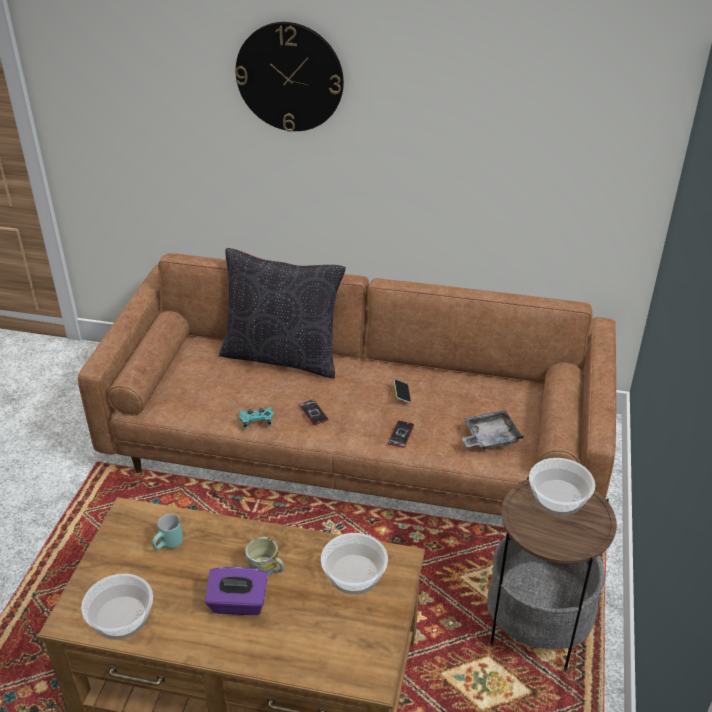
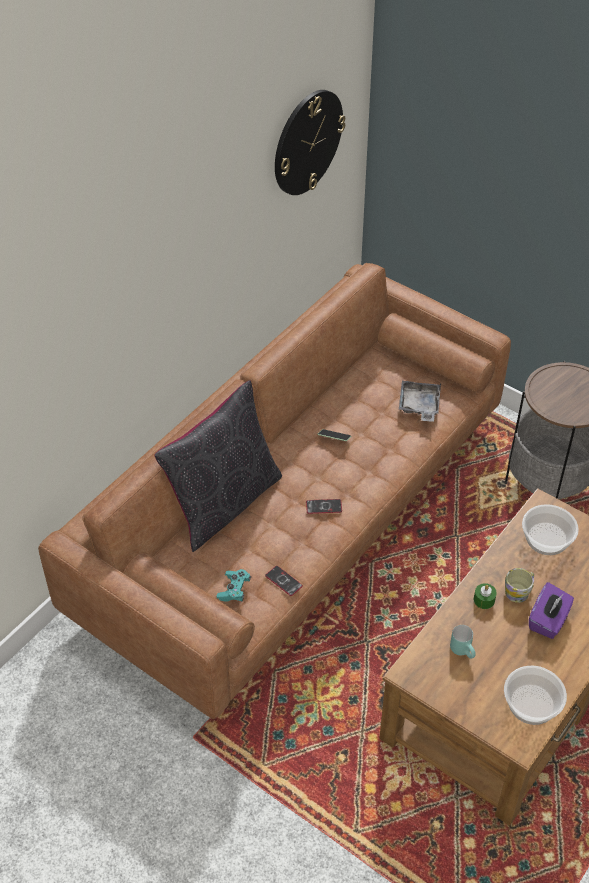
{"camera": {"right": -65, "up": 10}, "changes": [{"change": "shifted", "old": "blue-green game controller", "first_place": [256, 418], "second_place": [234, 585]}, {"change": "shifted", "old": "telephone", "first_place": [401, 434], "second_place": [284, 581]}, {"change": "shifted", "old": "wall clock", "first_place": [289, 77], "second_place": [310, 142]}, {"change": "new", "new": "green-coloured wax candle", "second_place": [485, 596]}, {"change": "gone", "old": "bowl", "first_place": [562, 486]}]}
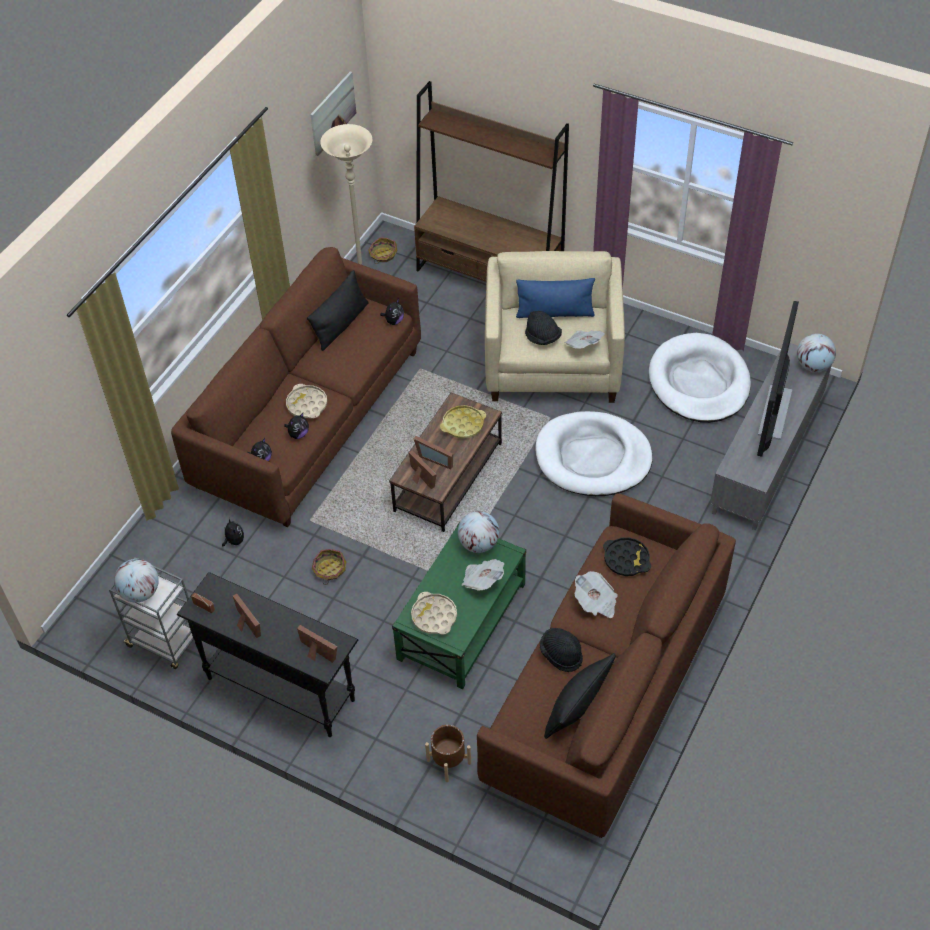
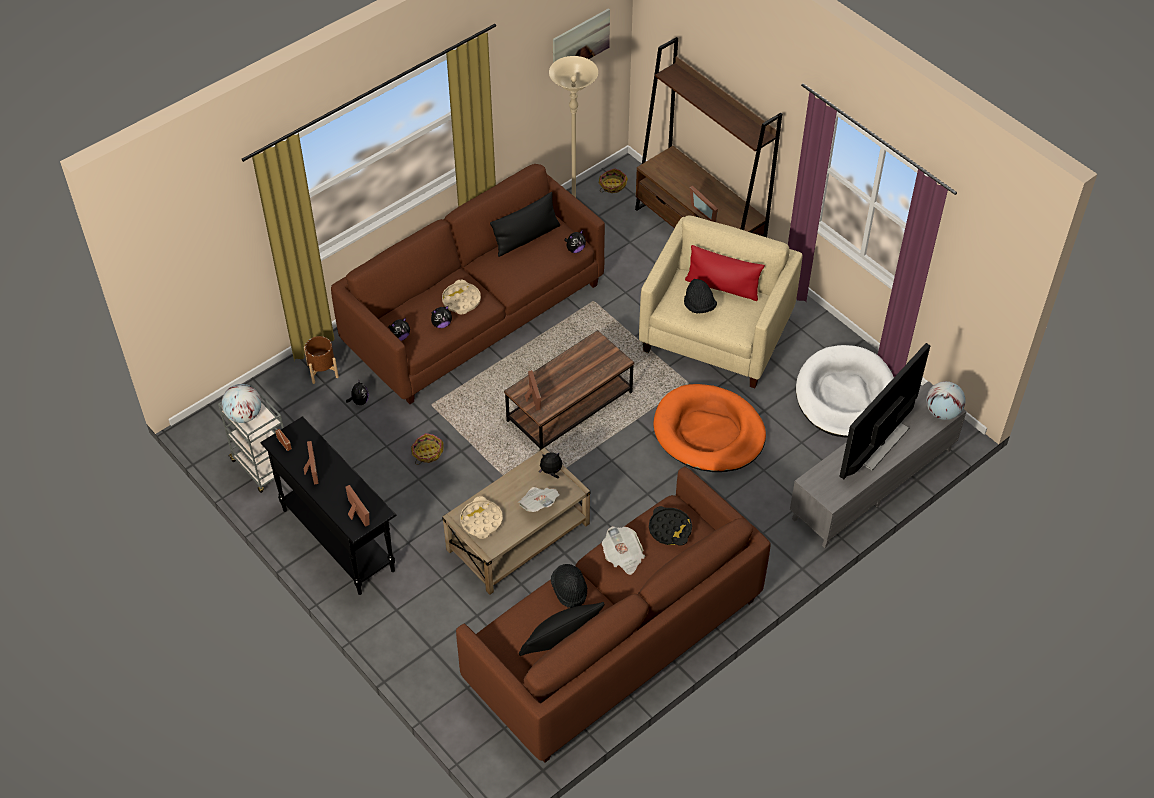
{"camera": {"right": 20, "up": 0}, "changes": [{"change": "shifted", "old": "brownish plant pot", "first_place": [448, 753], "second_place": [321, 360]}, {"change": "repainted", "old": "green-coloured coffee table", "new": "sand-coloured coffee table", "first_place": [459, 605], "second_place": [516, 521]}, {"change": "swapped", "old": "desk globe", "new": "cuddly toy", "first_place": [478, 532], "second_place": [550, 465]}, {"change": "repainted", "old": "whitish dog bed", "new": "orange dog bed", "first_place": [594, 453], "second_place": [709, 428]}, {"change": "repainted", "old": "blue-coloured throw pillow", "new": "reddish throw pillow", "first_place": [555, 298], "second_place": [725, 273]}, {"change": "shifted", "old": "standing frame", "first_place": [433, 453], "second_place": [704, 203]}, {"change": "gone", "old": "yellow carrying tray", "first_place": [463, 422]}, {"change": "gone", "old": "daily paper", "first_place": [584, 339]}]}
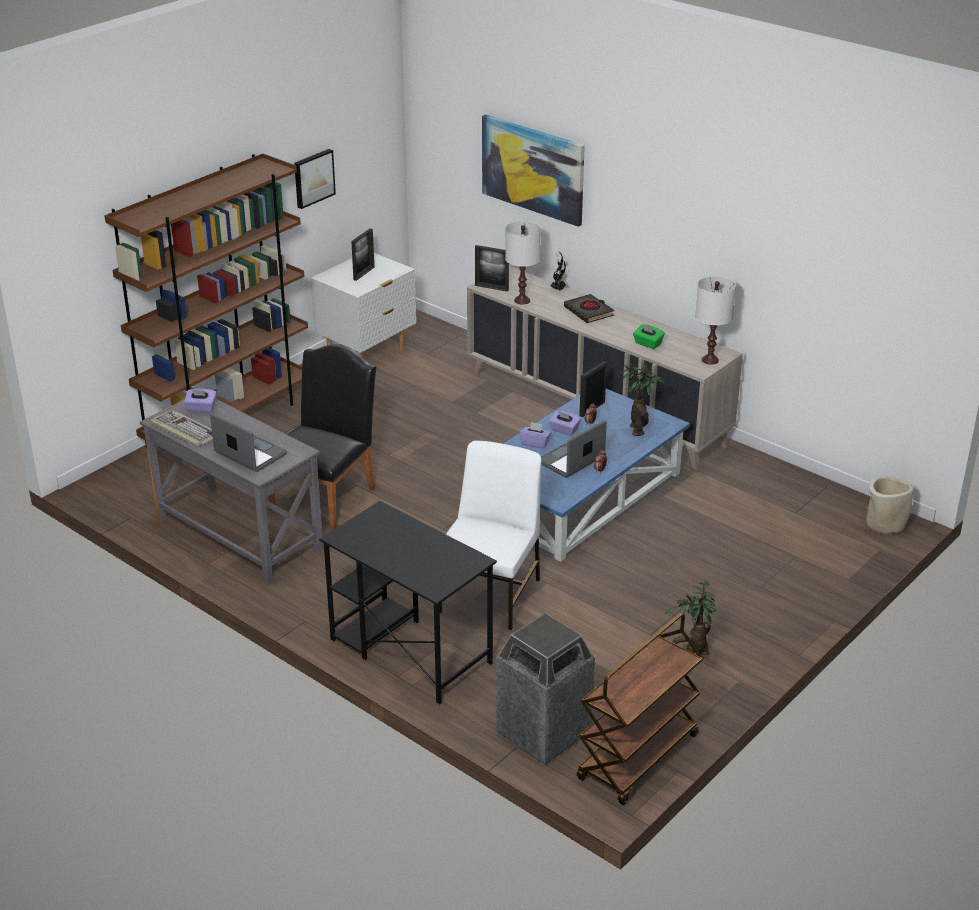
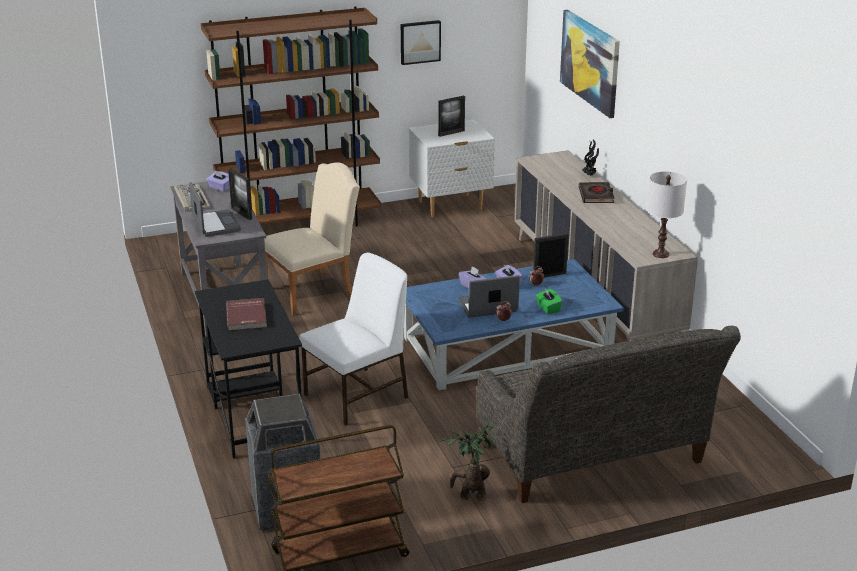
{"camera": {"right": 30, "up": -5}, "changes": [{"change": "new", "new": "reddish book", "second_place": [246, 314]}, {"change": "shifted", "old": "standing frame", "first_place": [492, 268], "second_place": [240, 194]}, {"change": "repainted", "old": "blackish upright chair", "new": "sand-coloured upright chair", "first_place": [322, 437], "second_place": [312, 239]}, {"change": "new", "new": "grey sofa", "second_place": [609, 414]}, {"change": "shifted", "old": "green-coloured box of tissues", "first_place": [649, 336], "second_place": [549, 301]}, {"change": "gone", "old": "whitish tabletop lamp", "first_place": [523, 262]}, {"change": "gone", "old": "houseplant", "first_place": [641, 399]}, {"change": "gone", "old": "sand-coloured plant pot", "first_place": [890, 505]}]}
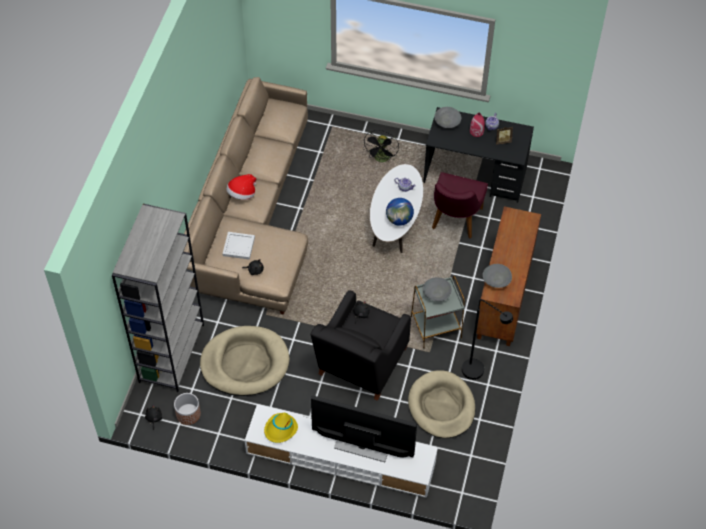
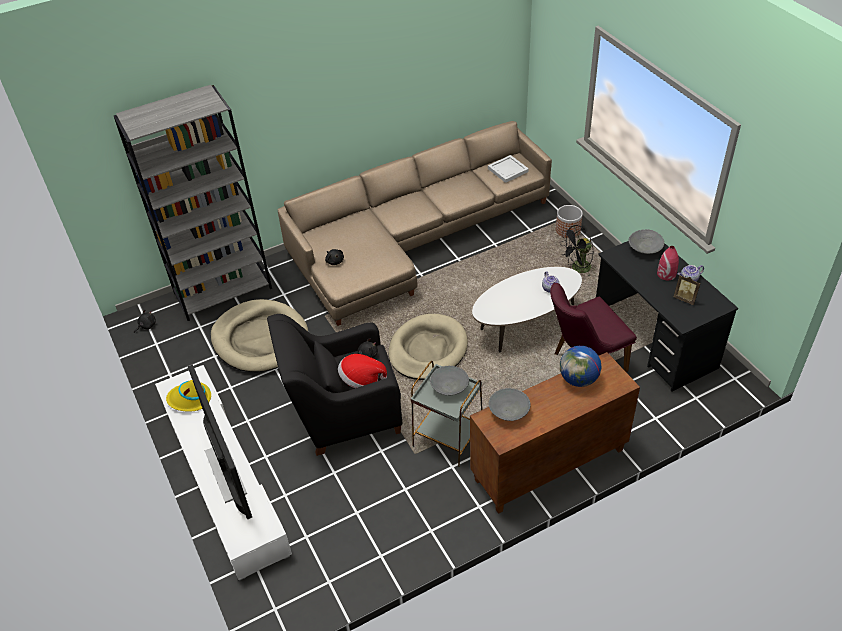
{"camera": {"right": 50, "up": -10}, "changes": [{"change": "shifted", "old": "wearable hat", "first_place": [241, 187], "second_place": [362, 371]}, {"change": "shifted", "old": "sand-coloured dog bed", "first_place": [441, 404], "second_place": [428, 347]}, {"change": "shifted", "old": "whitish carrying tray", "first_place": [238, 246], "second_place": [508, 169]}, {"change": "shifted", "old": "plant pot", "first_place": [187, 409], "second_place": [569, 221]}, {"change": "shifted", "old": "desk globe", "first_place": [400, 212], "second_place": [580, 366]}, {"change": "gone", "old": "blackish standard lamp", "first_place": [487, 339]}]}
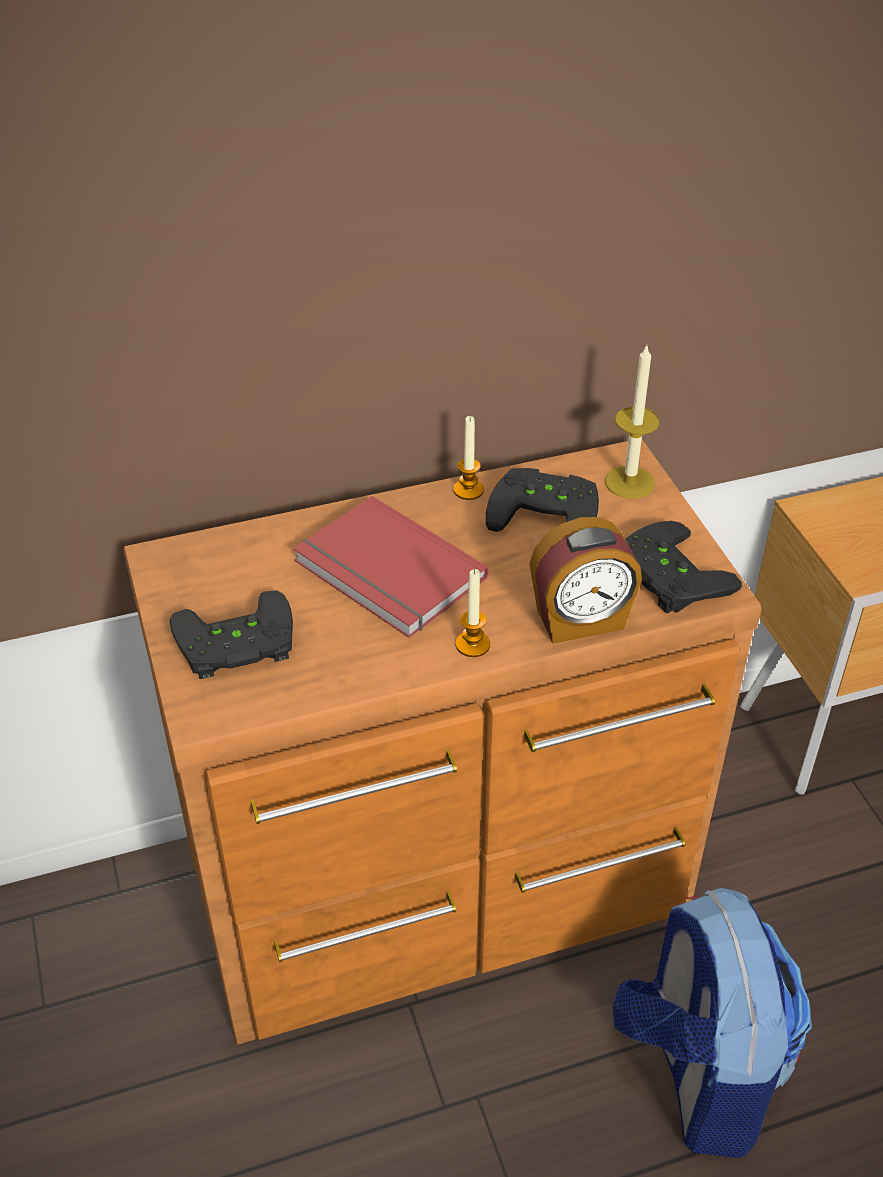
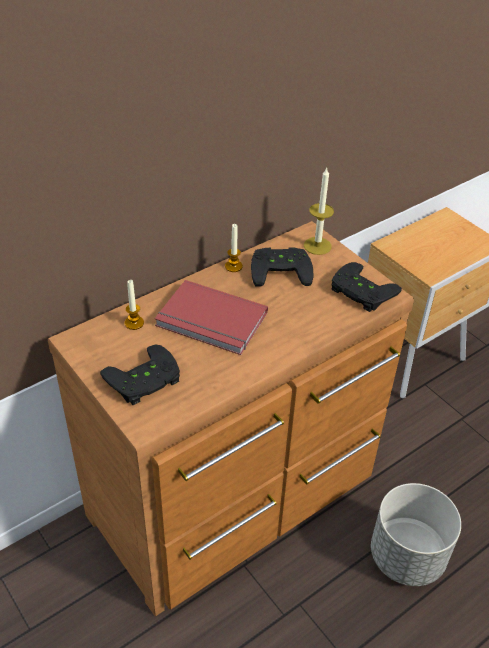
{"camera": {"right": -20, "up": 0}, "changes": [{"change": "shifted", "old": "wax candle", "first_place": [473, 613], "second_place": [134, 305]}, {"change": "swapped", "old": "rucksack", "new": "grey plant pot", "first_place": [712, 1023], "second_place": [416, 534]}, {"change": "gone", "old": "table clock", "first_place": [585, 580]}]}
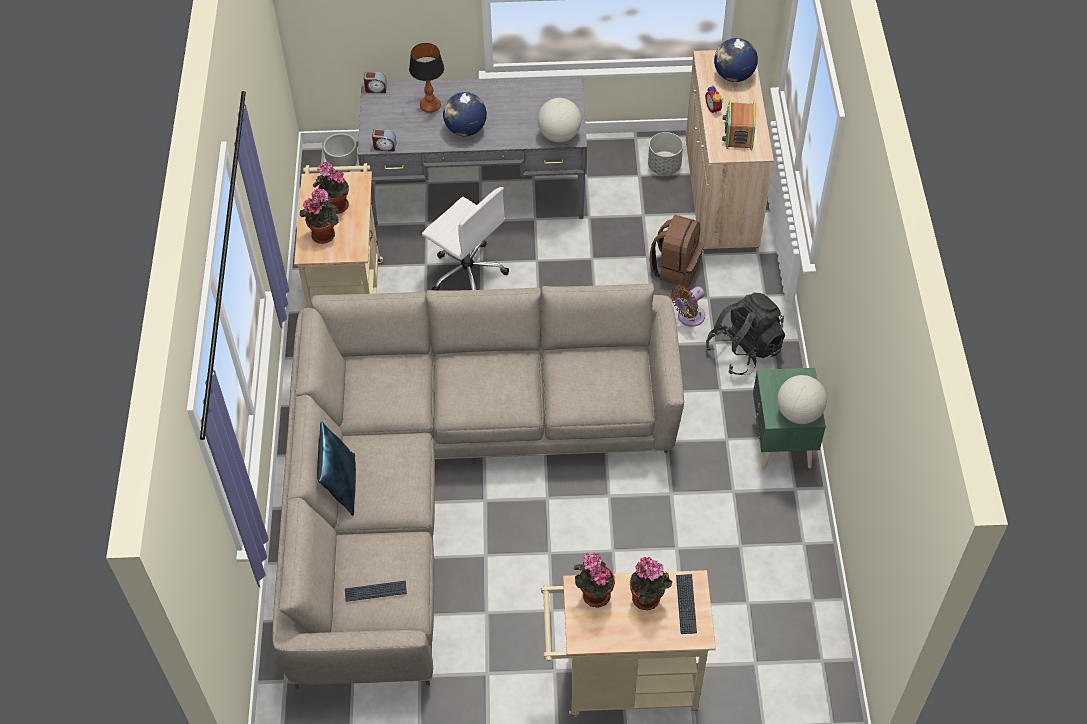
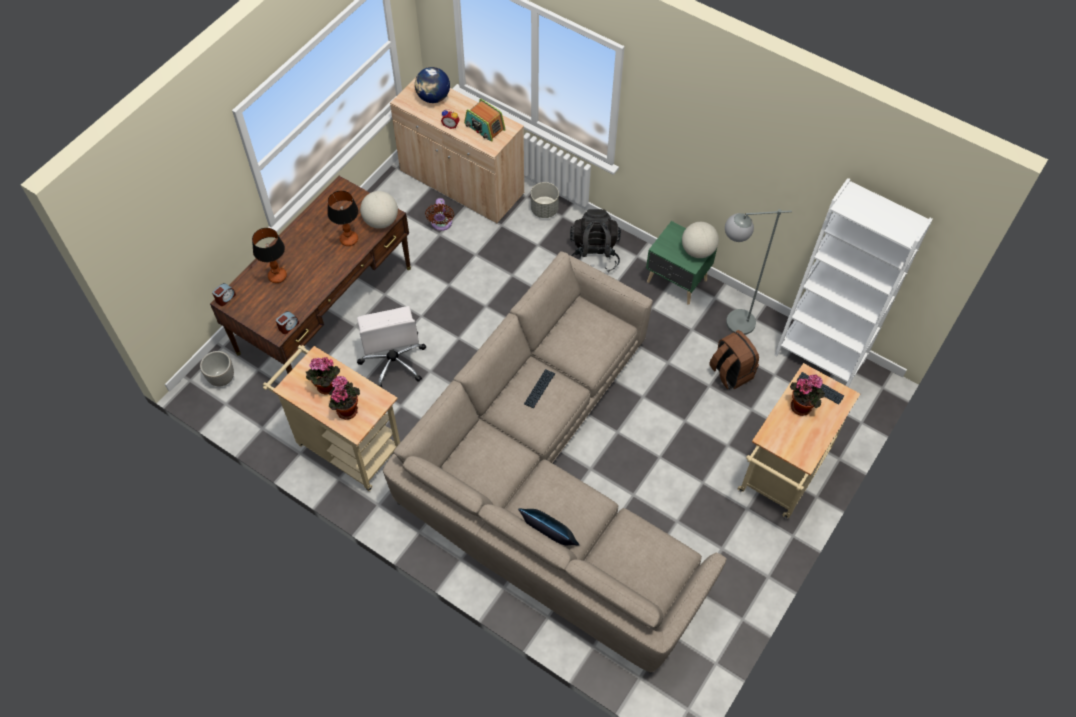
{"camera": {"right": -55, "up": 5}, "changes": [{"change": "repainted", "old": "grey desk unit", "new": "brownish desk unit", "first_place": [472, 151], "second_place": [310, 275]}, {"change": "new", "new": "tabletop lamp", "second_place": [343, 218]}, {"change": "rotated", "old": "whitish office chair", "first_place": [465, 239], "second_place": [391, 347], "degrees": 90}, {"change": "shifted", "old": "brownish cooling fan", "first_place": [687, 306], "second_place": [439, 214]}, {"change": "shifted", "old": "keyboard", "first_place": [376, 591], "second_place": [539, 388]}, {"change": "shifted", "old": "grey plant pot", "first_place": [665, 153], "second_place": [545, 200]}, {"change": "shifted", "old": "brownish rucksack", "first_place": [677, 251], "second_place": [734, 359]}, {"change": "new", "new": "grey standard lamp", "second_place": [758, 272]}, {"change": "new", "new": "whitish bookshelf", "second_place": [854, 282]}, {"change": "gone", "old": "desk globe", "first_place": [465, 114]}, {"change": "gone", "old": "houseplant", "first_place": [594, 580]}]}
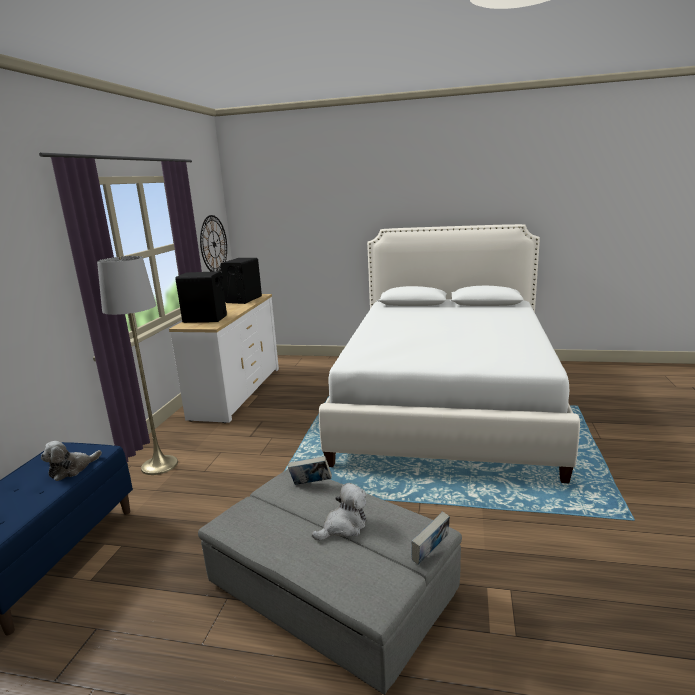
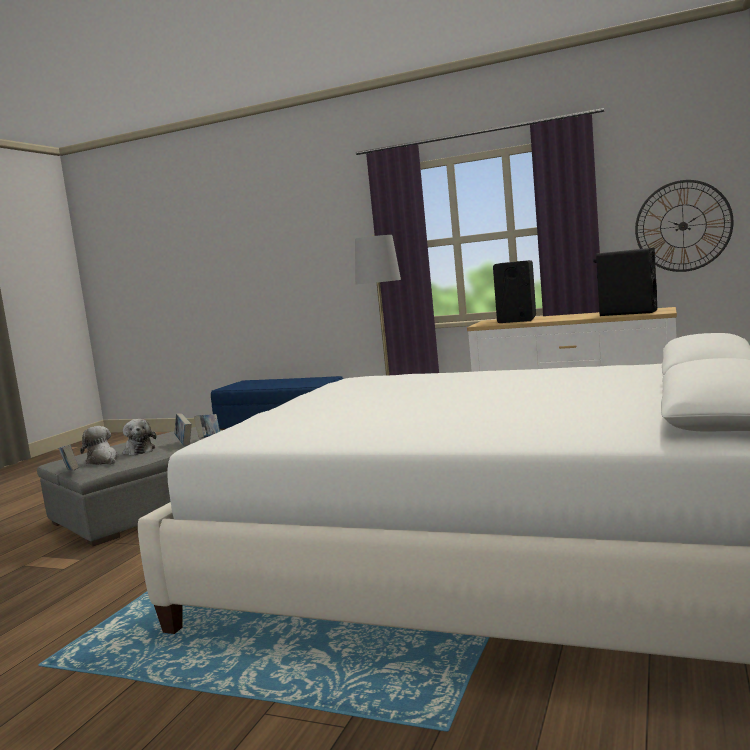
{"camera": {"right": 100, "up": -10}, "changes": [{"change": "shifted", "old": "cuddly toy", "first_place": [71, 461], "second_place": [99, 445]}, {"change": "new", "new": "book", "second_place": [183, 429]}]}
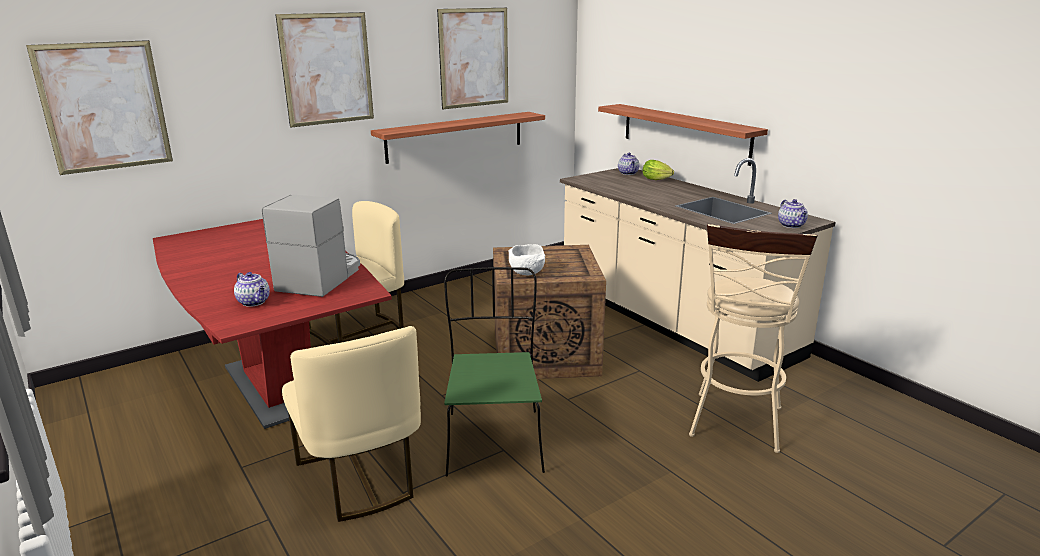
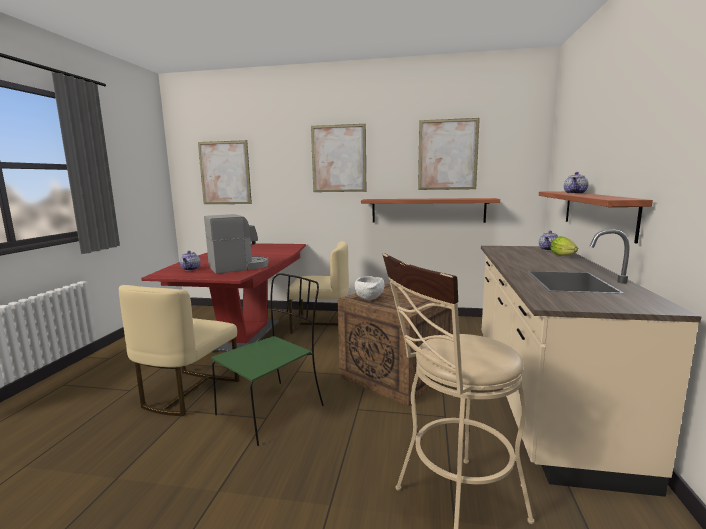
{"camera": {"right": 45, "up": -10}, "changes": [{"change": "shifted", "old": "tea pot", "first_place": [793, 213], "second_place": [576, 183]}]}
